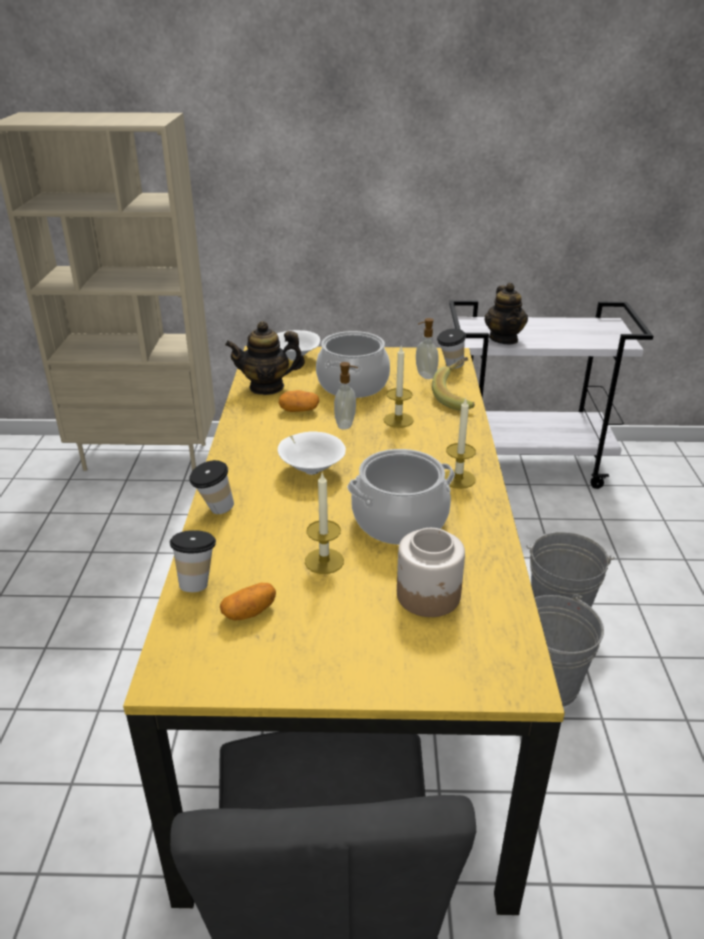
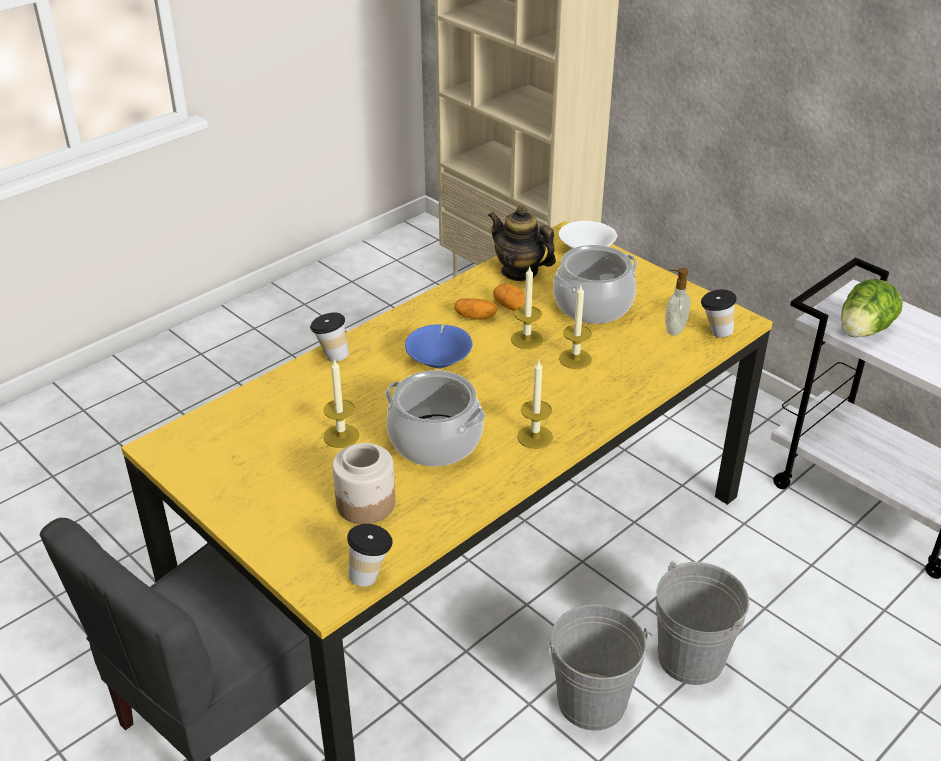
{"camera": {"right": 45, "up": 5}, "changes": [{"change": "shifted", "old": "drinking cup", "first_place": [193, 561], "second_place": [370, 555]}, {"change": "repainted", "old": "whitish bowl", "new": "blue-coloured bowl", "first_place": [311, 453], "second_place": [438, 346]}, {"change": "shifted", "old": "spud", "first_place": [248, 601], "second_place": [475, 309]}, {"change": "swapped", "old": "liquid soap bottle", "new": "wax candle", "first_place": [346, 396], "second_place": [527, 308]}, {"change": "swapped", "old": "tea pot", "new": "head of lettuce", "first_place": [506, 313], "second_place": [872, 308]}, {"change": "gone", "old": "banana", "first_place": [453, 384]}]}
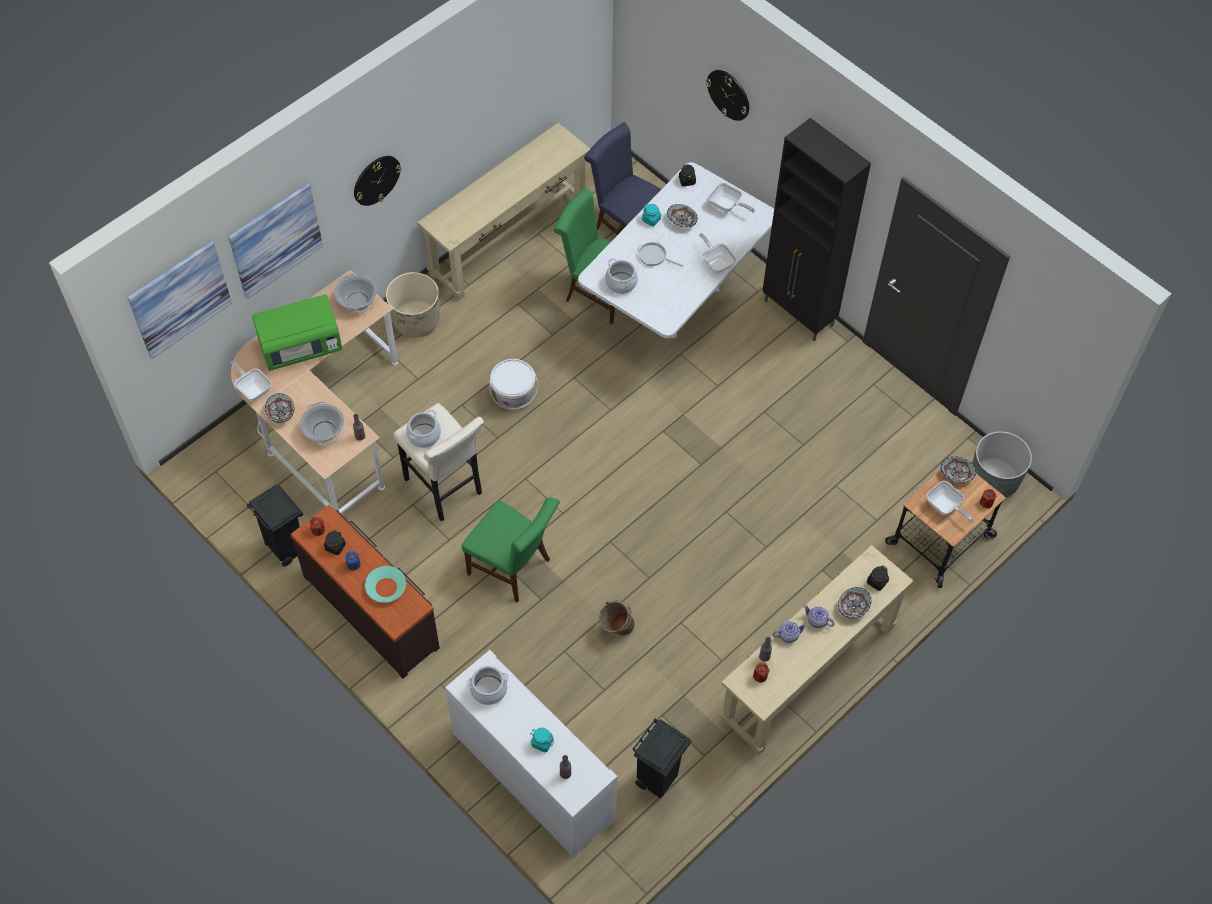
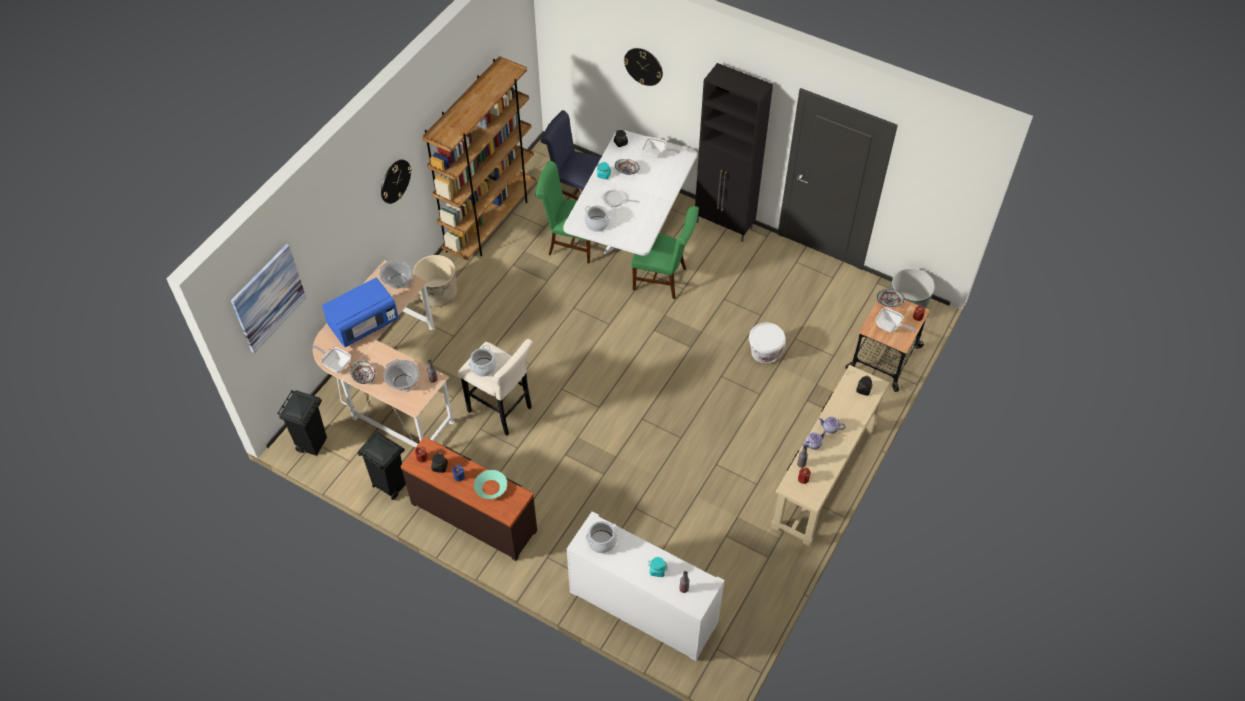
{"camera": {"right": -15, "up": -5}, "changes": [{"change": "shifted", "old": "blackish trash can", "first_place": [661, 758], "second_place": [302, 423]}, {"change": "repainted", "old": "green-coloured microwave", "new": "blue-coloured microwave", "first_place": [297, 332], "second_place": [360, 312]}, {"change": "swapped", "old": "sand-coloured console table", "new": "brownish bookshelf", "first_place": [503, 212], "second_place": [479, 158]}, {"change": "shifted", "old": "green-coloured upright chair", "first_place": [511, 550], "second_place": [665, 252]}, {"change": "shifted", "old": "whitish bucket", "first_place": [513, 384], "second_place": [767, 343]}, {"change": "gone", "old": "wall art", "first_place": [275, 241]}, {"change": "gone", "old": "green-coloured bucket", "first_place": [617, 618]}, {"change": "gone", "old": "skillet", "first_place": [718, 253]}, {"change": "gone", "old": "bowl", "first_place": [854, 603]}]}
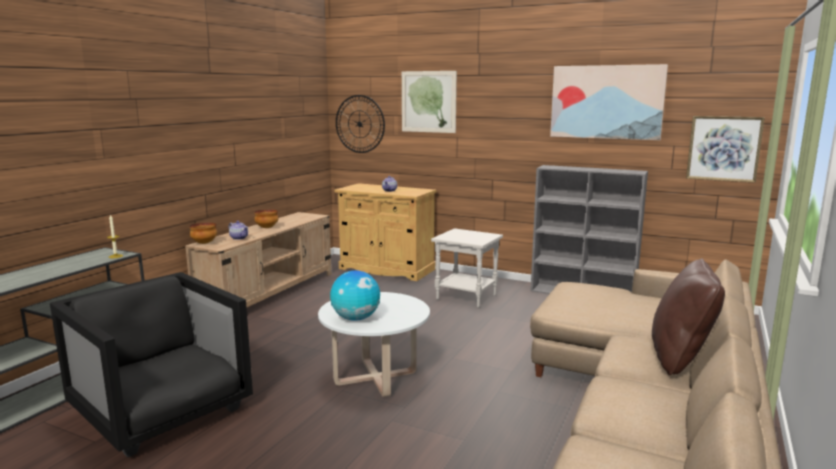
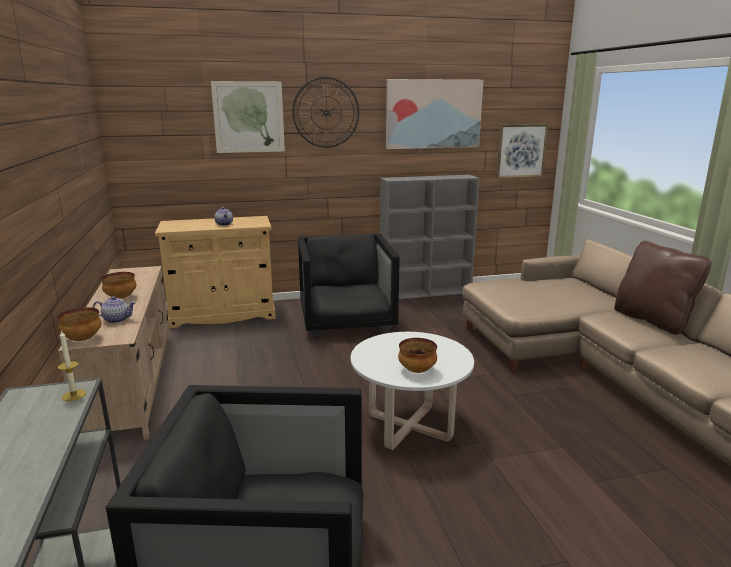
{"camera": {"right": -40, "up": 5}, "changes": [{"change": "shifted", "old": "wall clock", "first_place": [360, 124], "second_place": [325, 112]}, {"change": "swapped", "old": "whitish accent table", "new": "blackish lounge chair", "first_place": [467, 268], "second_place": [349, 286]}, {"change": "swapped", "old": "desk globe", "new": "bowl", "first_place": [355, 295], "second_place": [417, 355]}]}
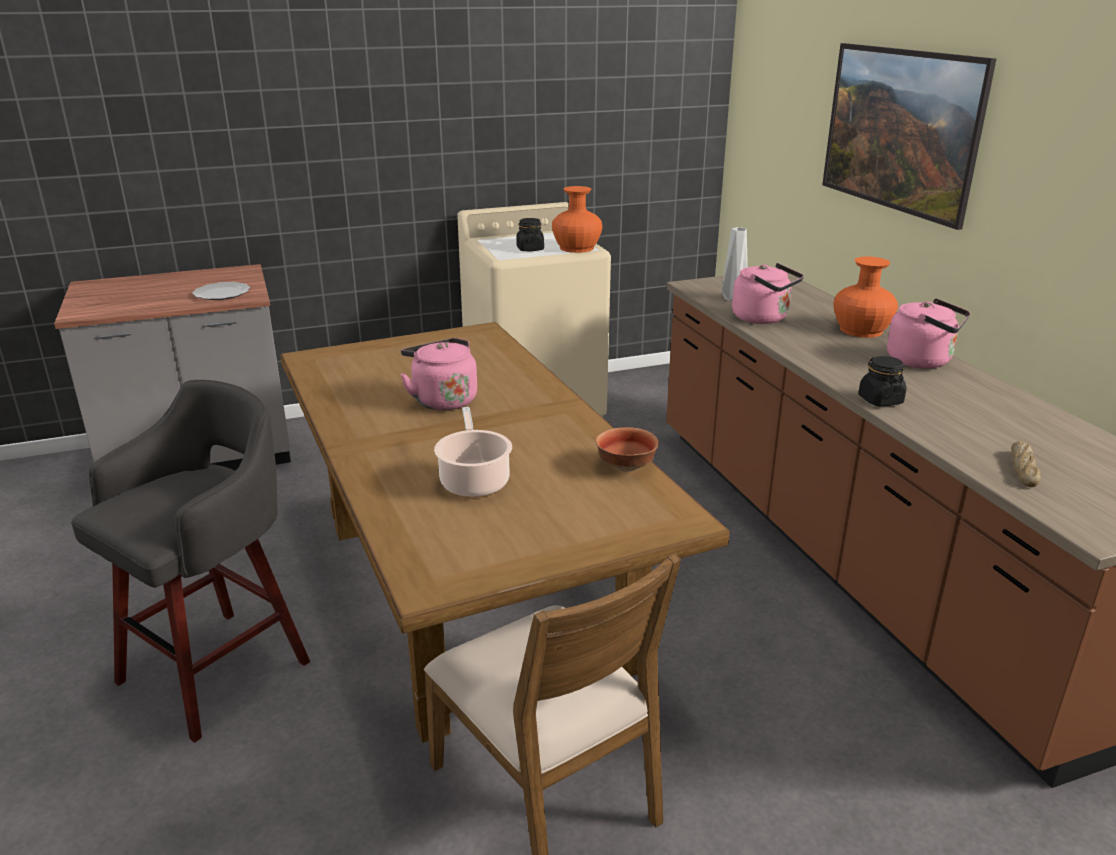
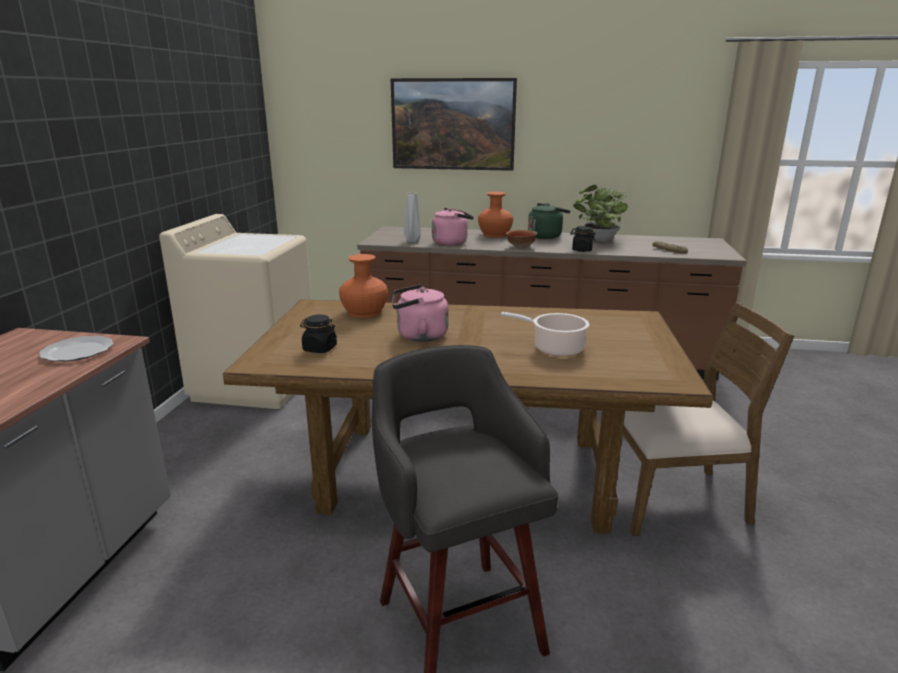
{"camera": {"right": -60, "up": -5}, "changes": [{"change": "shifted", "old": "blackish preserve jar", "first_place": [530, 234], "second_place": [318, 334]}, {"change": "shifted", "old": "orange decorative vase", "first_place": [577, 219], "second_place": [363, 286]}, {"change": "shifted", "old": "bowl", "first_place": [627, 449], "second_place": [521, 239]}, {"change": "repainted", "old": "pinkish kettle", "new": "green-coloured kettle", "first_place": [928, 333], "second_place": [549, 221]}, {"change": "new", "new": "houseplant", "second_place": [600, 213]}]}
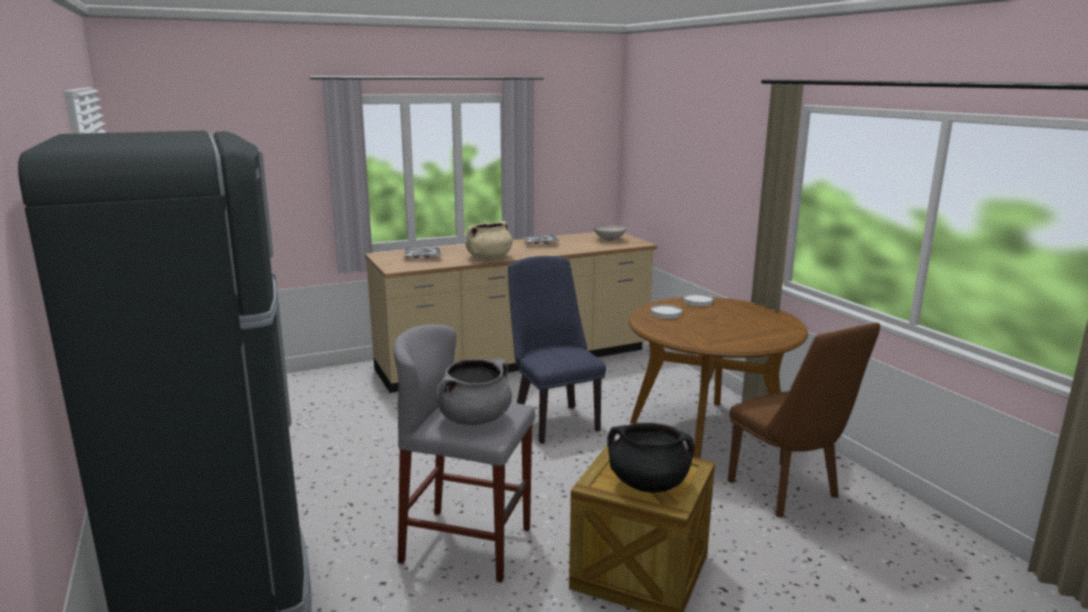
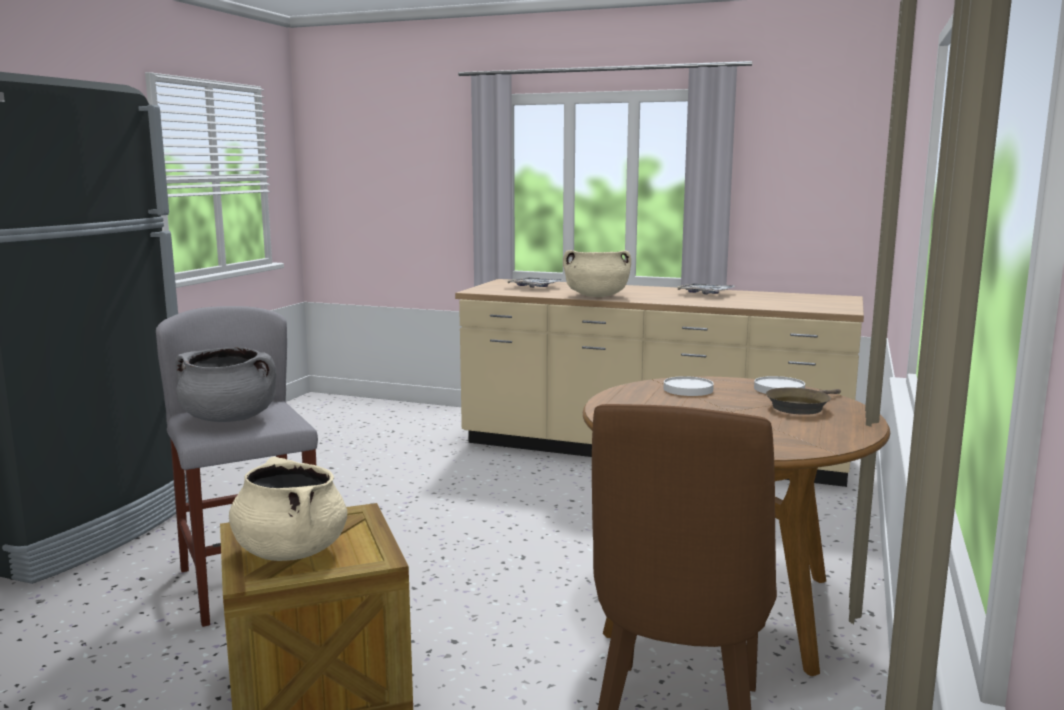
{"camera": {"right": 45, "up": -5}, "changes": [{"change": "repainted", "old": "blackish stockpot", "new": "sand-coloured stockpot", "first_place": [650, 457], "second_place": [288, 509]}, {"change": "new", "new": "brownish skillet", "second_place": [803, 401]}, {"change": "gone", "old": "blue-coloured upright chair", "first_place": [557, 350]}, {"change": "gone", "old": "whitish bowl", "first_place": [610, 233]}]}
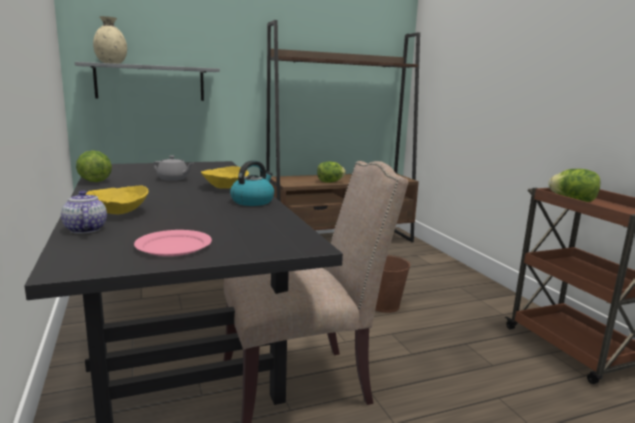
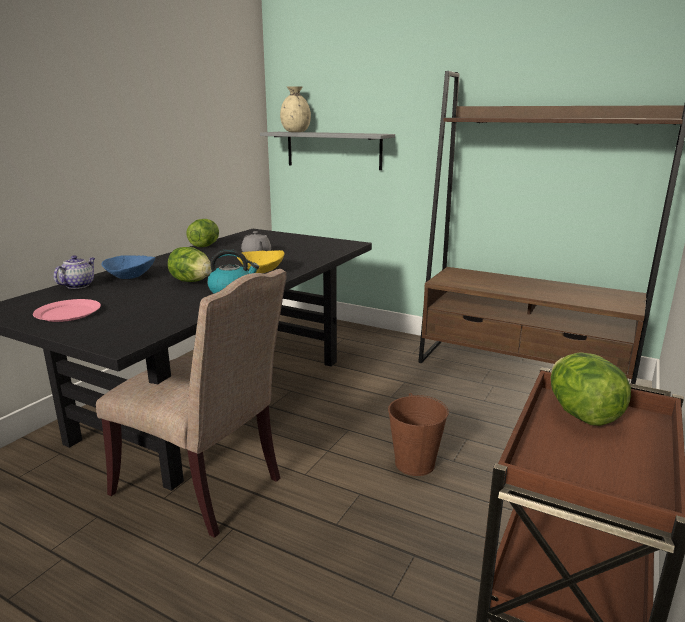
{"camera": {"right": 50, "up": 5}, "changes": [{"change": "repainted", "old": "yellow bowl", "new": "blue-coloured bowl", "first_place": [117, 200], "second_place": [128, 267]}, {"change": "shifted", "old": "head of lettuce", "first_place": [331, 172], "second_place": [190, 264]}]}
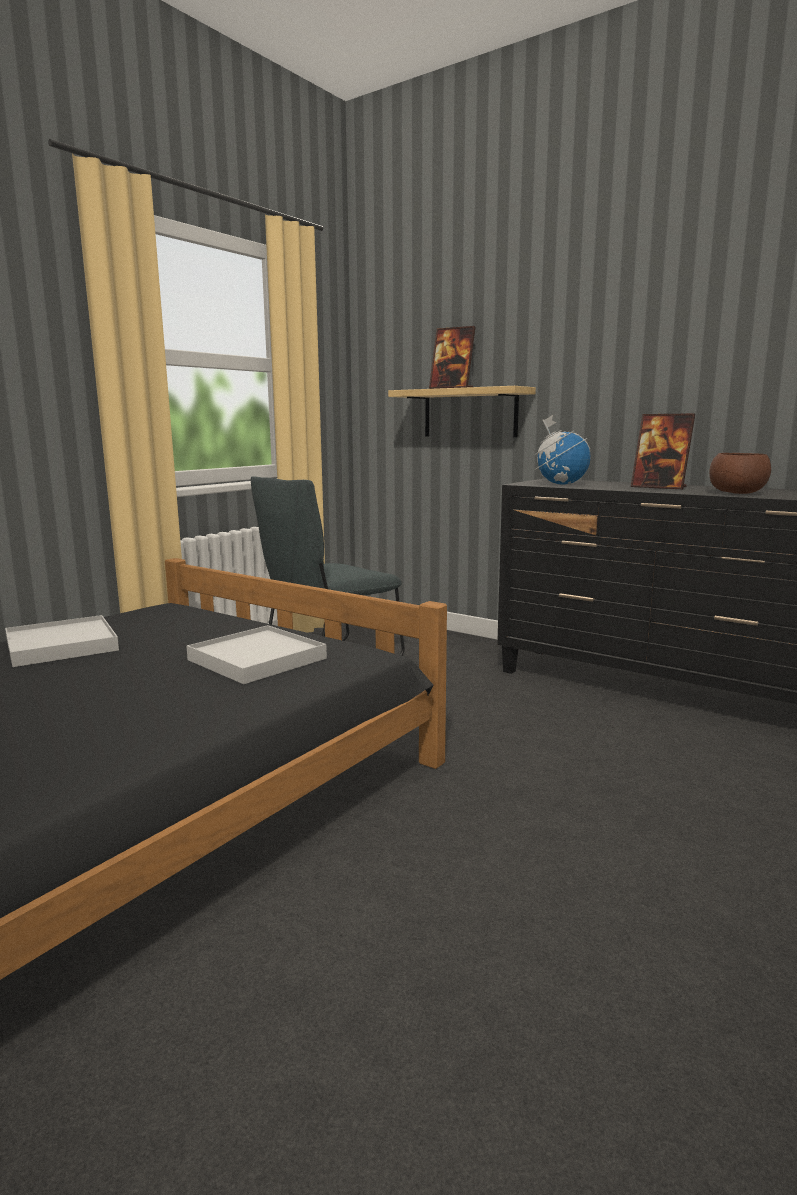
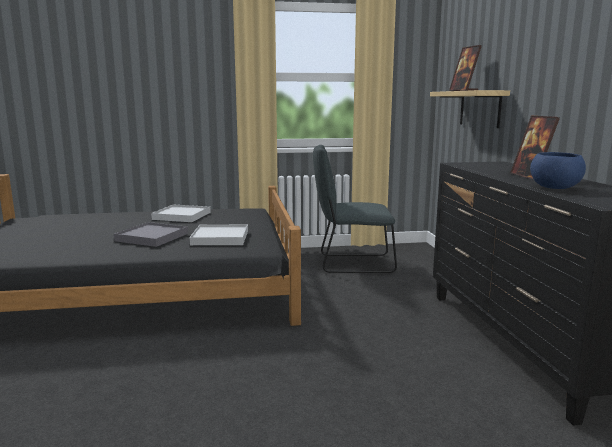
{"camera": {"right": 45, "up": 0}, "changes": [{"change": "new", "new": "grey carrying tray", "second_place": [151, 234]}, {"change": "repainted", "old": "brownish bowl", "new": "blue-coloured bowl", "first_place": [740, 473], "second_place": [558, 170]}, {"change": "gone", "old": "desk globe", "first_place": [563, 450]}]}
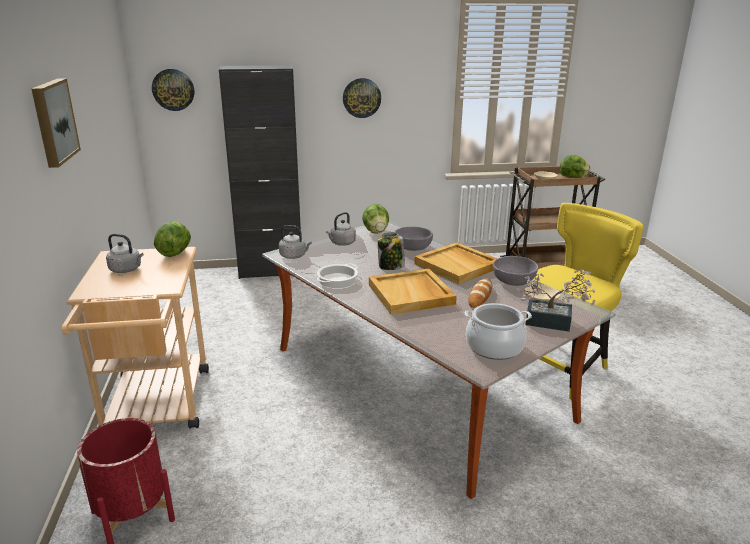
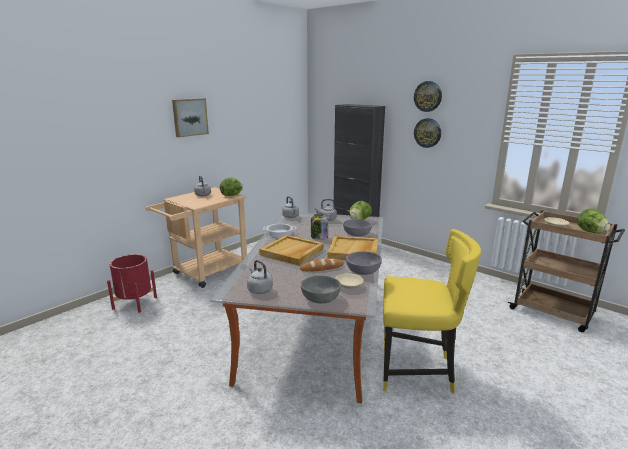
{"camera": {"right": 50, "up": -5}, "changes": [{"change": "swapped", "old": "stockpot", "new": "grey kettle", "first_place": [498, 331], "second_place": [260, 277]}, {"change": "swapped", "old": "houseplant", "new": "grey bowl", "first_place": [556, 300], "second_place": [321, 289]}, {"change": "shifted", "old": "wall clock", "first_place": [173, 90], "second_place": [428, 96]}]}
